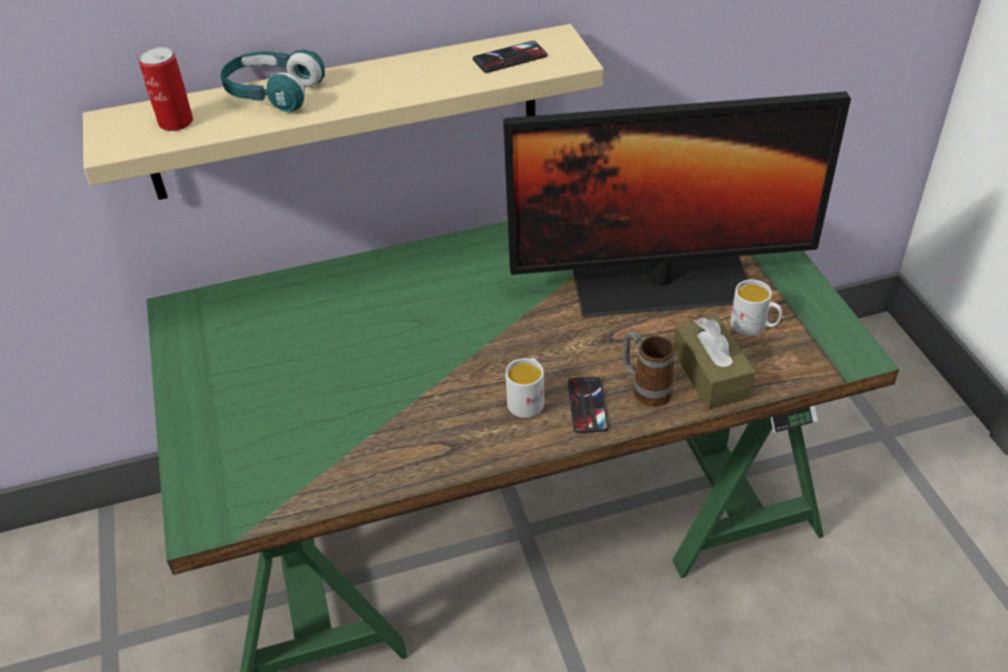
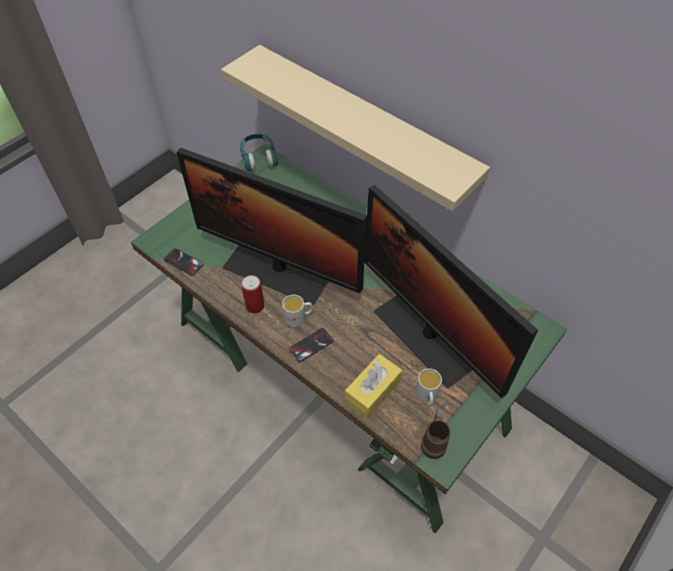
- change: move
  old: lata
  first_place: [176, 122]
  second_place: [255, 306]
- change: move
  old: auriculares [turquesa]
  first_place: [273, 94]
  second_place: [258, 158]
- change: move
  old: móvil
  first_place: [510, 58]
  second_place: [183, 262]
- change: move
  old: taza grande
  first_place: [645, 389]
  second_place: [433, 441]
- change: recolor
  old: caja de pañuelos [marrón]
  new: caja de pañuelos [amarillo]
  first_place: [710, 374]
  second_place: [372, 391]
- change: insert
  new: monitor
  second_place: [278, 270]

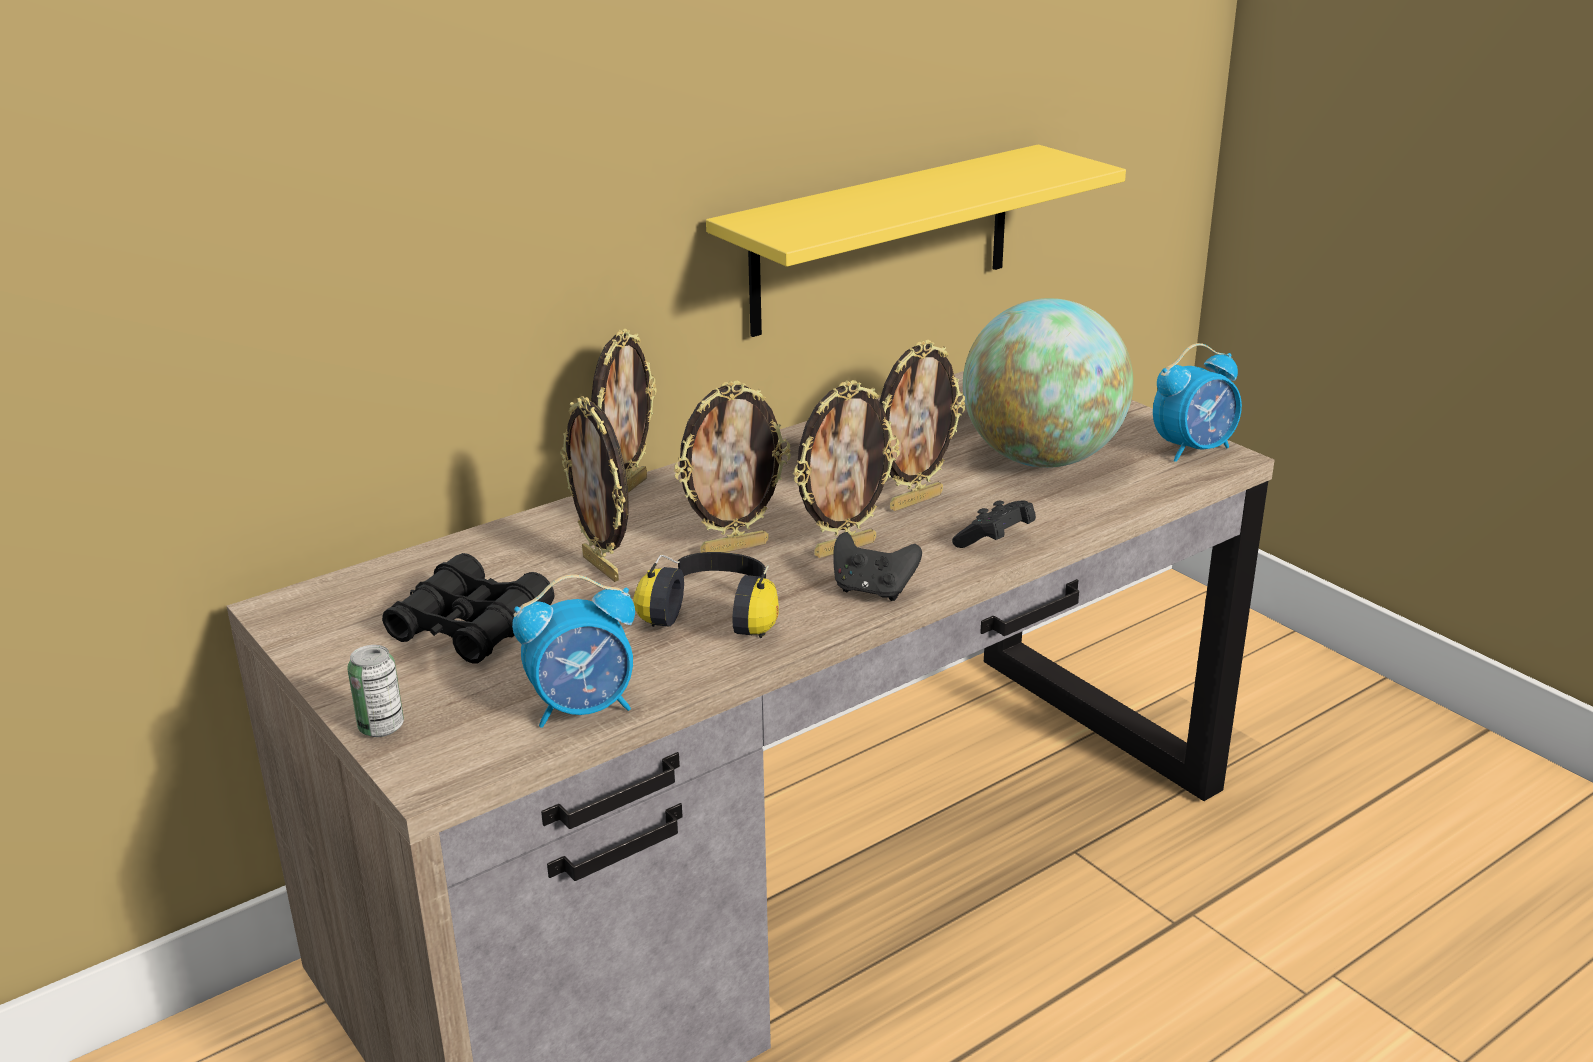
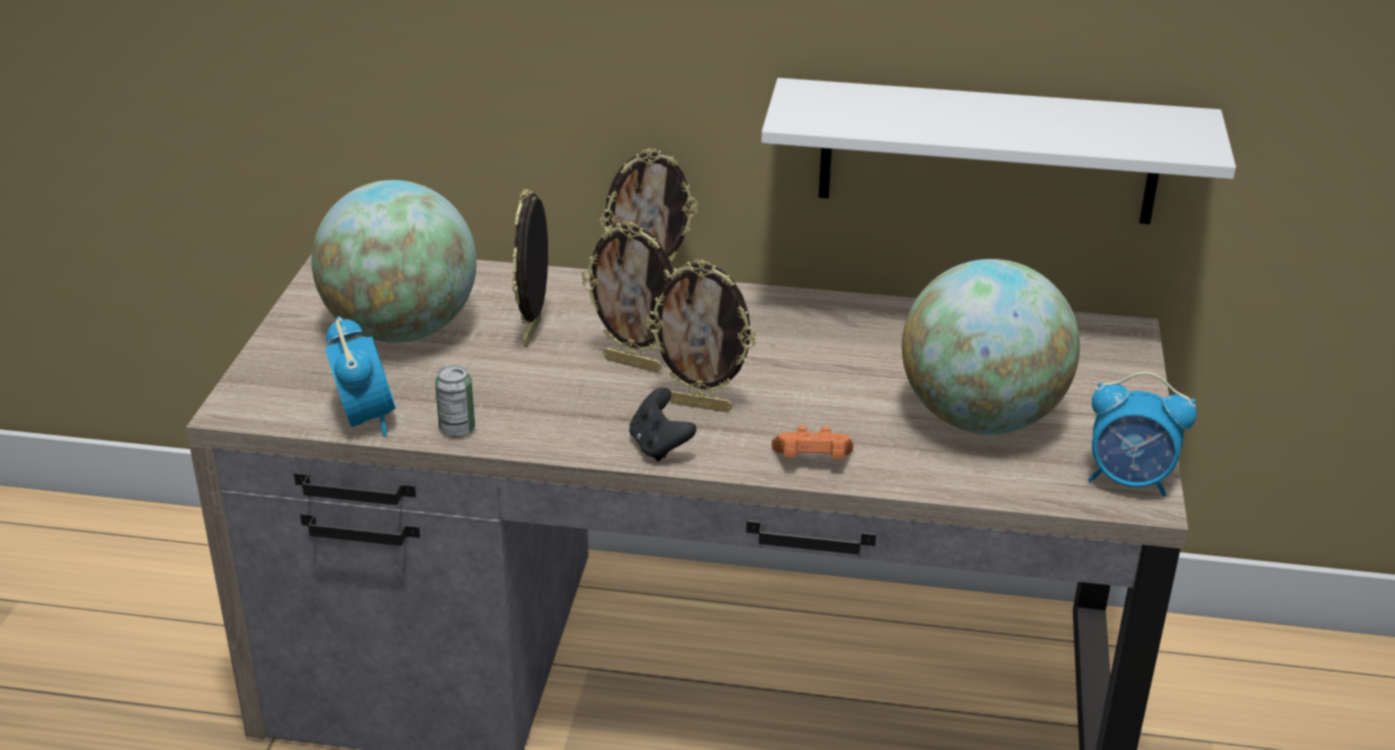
- change: move
  old: lata
  first_place: [381, 727]
  second_place: [457, 429]
- change: replace
  old: prismáticos [negro]
  new: globo terráqueo
  first_place: [470, 626]
  second_place: [401, 330]
- change: rotate
  old: despertador
  first_place: [584, 708]
  second_place: [365, 418]
  degrees: -135
- change: delete
  old: auriculares
  first_place: [714, 615]
- change: recolor
  old: estante [amarillo]
  new: estante [blanco]
  first_place: [882, 240]
  second_place: [988, 152]
- change: delete
  old: portarretratos
  first_place: [915, 501]
- change: recolor
  old: mando de consola [negro]
  new: mando de consola [naranja]
  first_place: [995, 541]
  second_place: [811, 461]

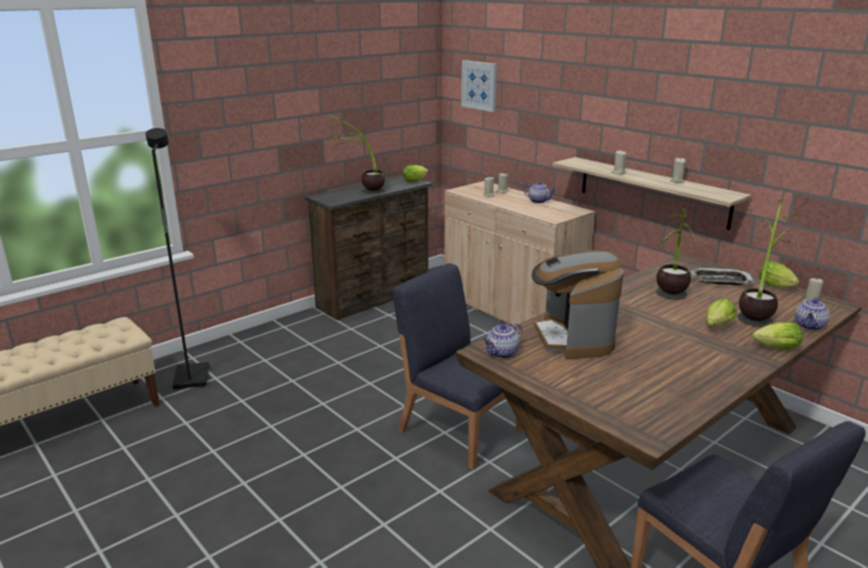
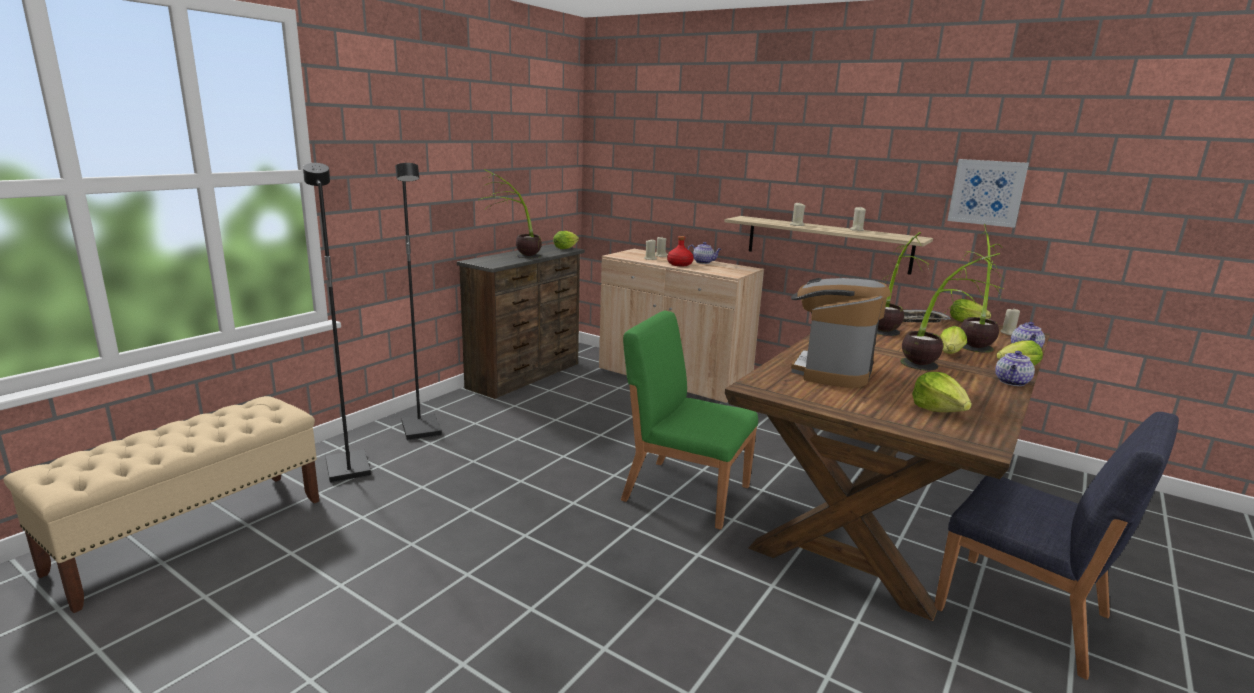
- change: recolor
  old: silla [azul]
  new: silla [verde]
  first_place: [459, 429]
  second_place: [685, 492]
- change: move
  old: cuadro
  first_place: [479, 85]
  second_place: [986, 192]
- change: move
  old: tetera
  first_place: [502, 353]
  second_place: [1012, 382]
- change: rotate
  old: cafetera
  first_place: [572, 339]
  second_place: [831, 371]
  degrees: 45
- change: insert
  new: lámpara de pie [negro]
  second_place: [422, 429]
- change: insert
  new: botella [rojo]
  second_place: [679, 264]
- change: insert
  new: planta en maceta
  second_place: [933, 371]
- change: insert
  new: lechuga
  second_place: [938, 409]

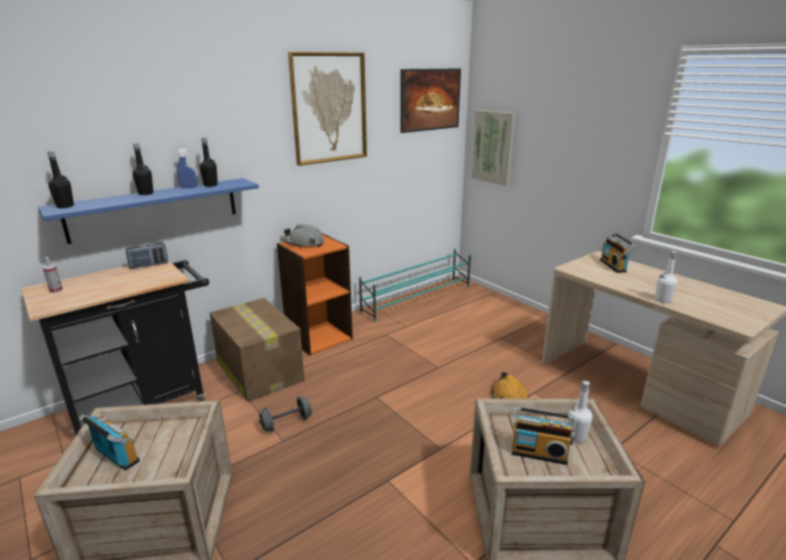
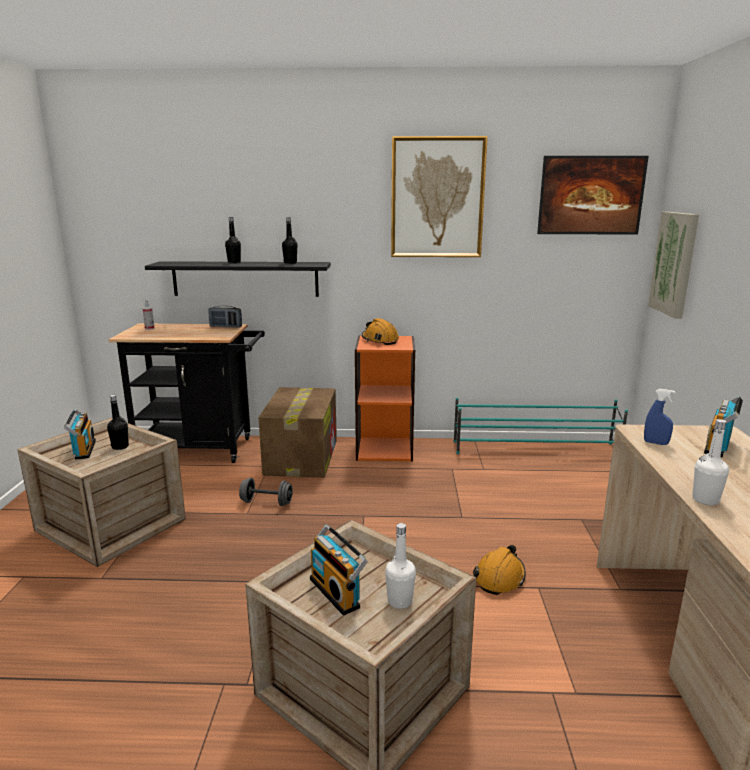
- change: recolor
  old: estante [azul]
  new: estante [negro]
  first_place: [155, 209]
  second_place: [245, 279]
- change: move
  old: botella [negro]
  first_place: [65, 206]
  second_place: [120, 447]
- change: move
  old: pulverizador [azul]
  first_place: [189, 187]
  second_place: [656, 443]
- change: recolor
  old: casco [gris]
  new: casco [naranja]
  first_place: [304, 243]
  second_place: [380, 340]

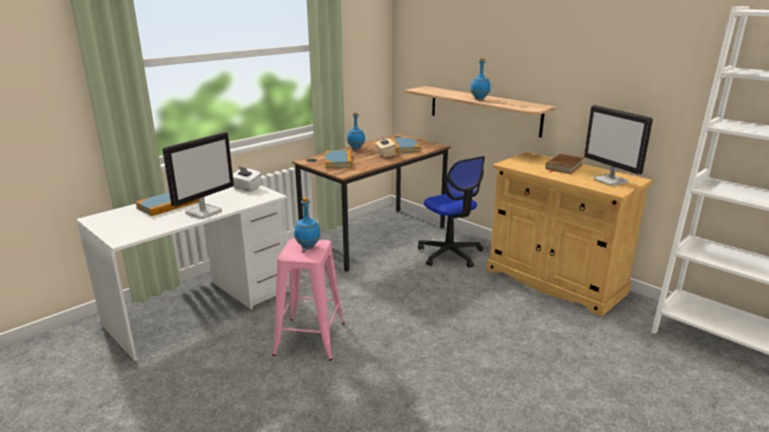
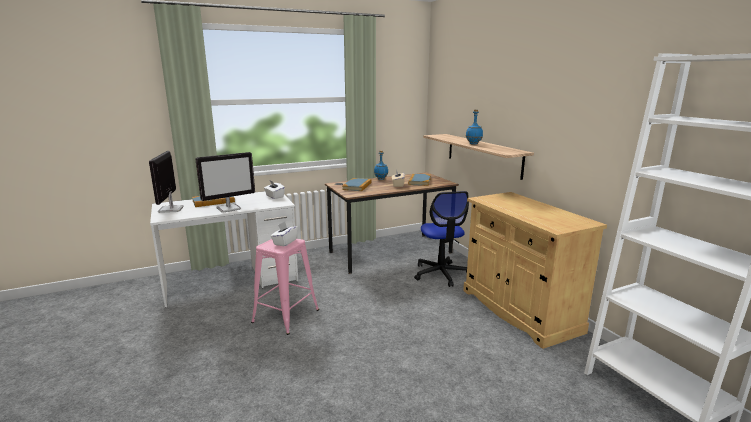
- change: replace
  old: botella [azul]
  new: caja de pañuelos [blanco]
  first_place: [308, 246]
  second_place: [285, 242]
- change: delete
  old: libro [marrón]
  first_place: [563, 166]
- change: move
  old: monitor
  first_place: [611, 181]
  second_place: [171, 209]

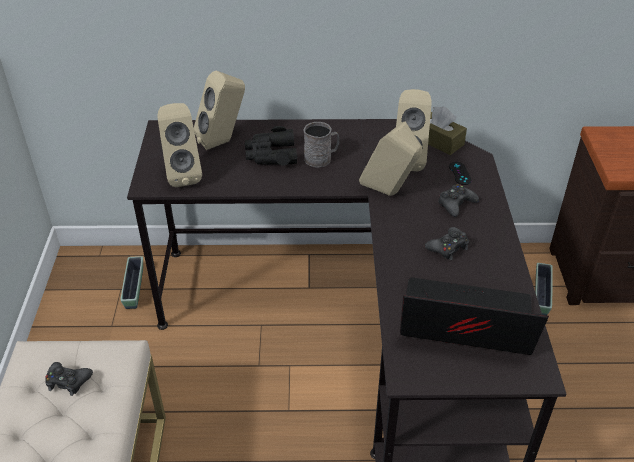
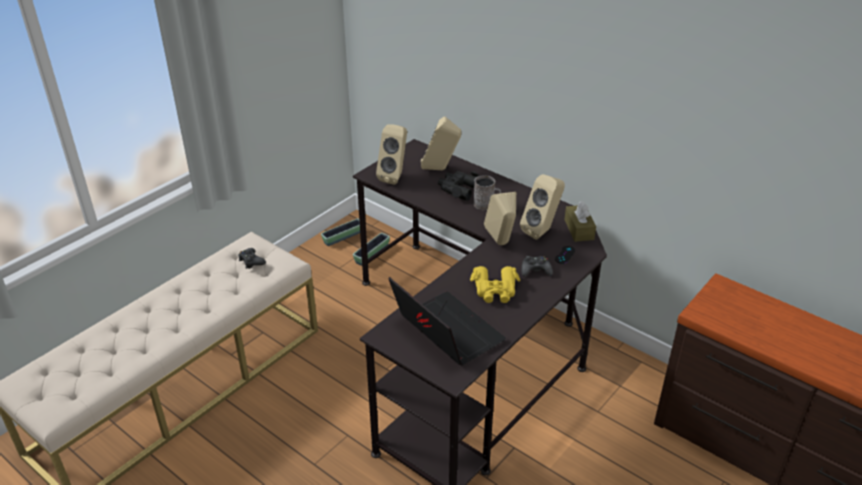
- change: replace
  old: mando de consola [negro]
  new: prismáticos [amarillo]
  first_place: [448, 247]
  second_place: [495, 290]
- change: move
  old: maceta
  first_place: [541, 295]
  second_place: [343, 237]

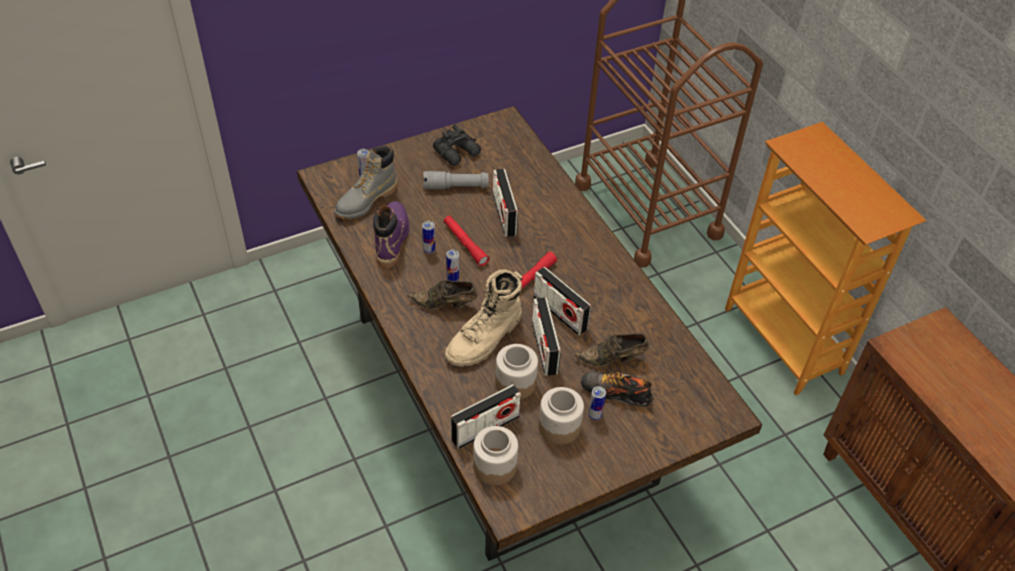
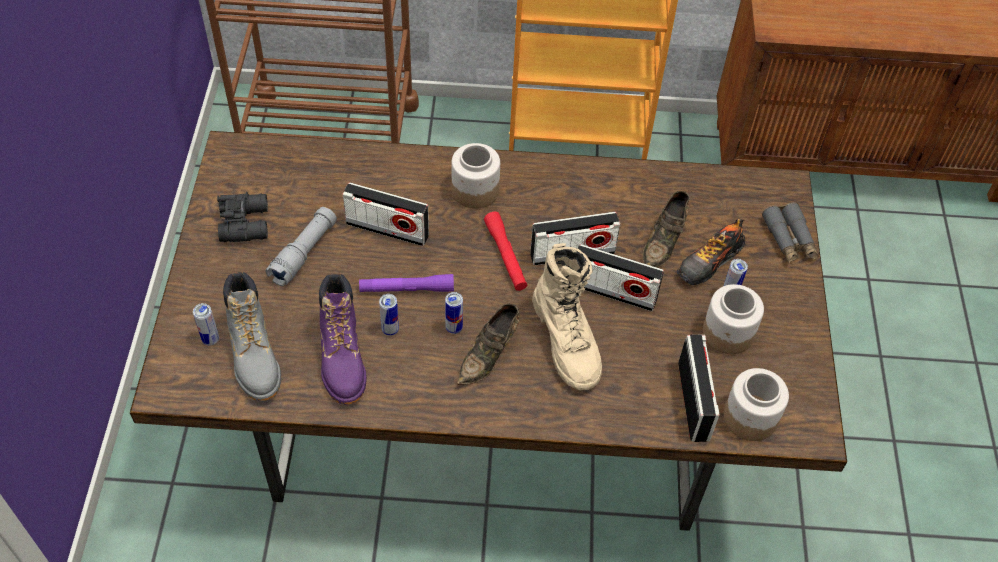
- change: rotate
  old: bota [morado]
  first_place: [391, 239]
  second_place: [343, 360]
  degrees: -135
- change: recolor
  old: linterna [rojo]
  new: linterna [morado]
  first_place: [465, 244]
  second_place: [406, 289]
- change: move
  old: tarro
  first_place: [515, 383]
  second_place: [474, 191]
- change: insert
  new: prismáticos [gris]
  second_place: [789, 239]

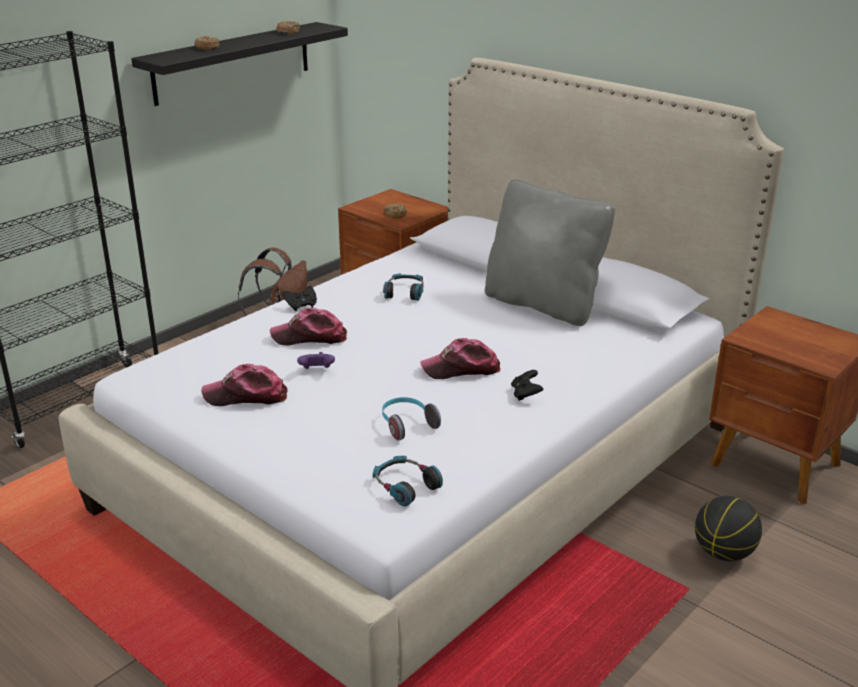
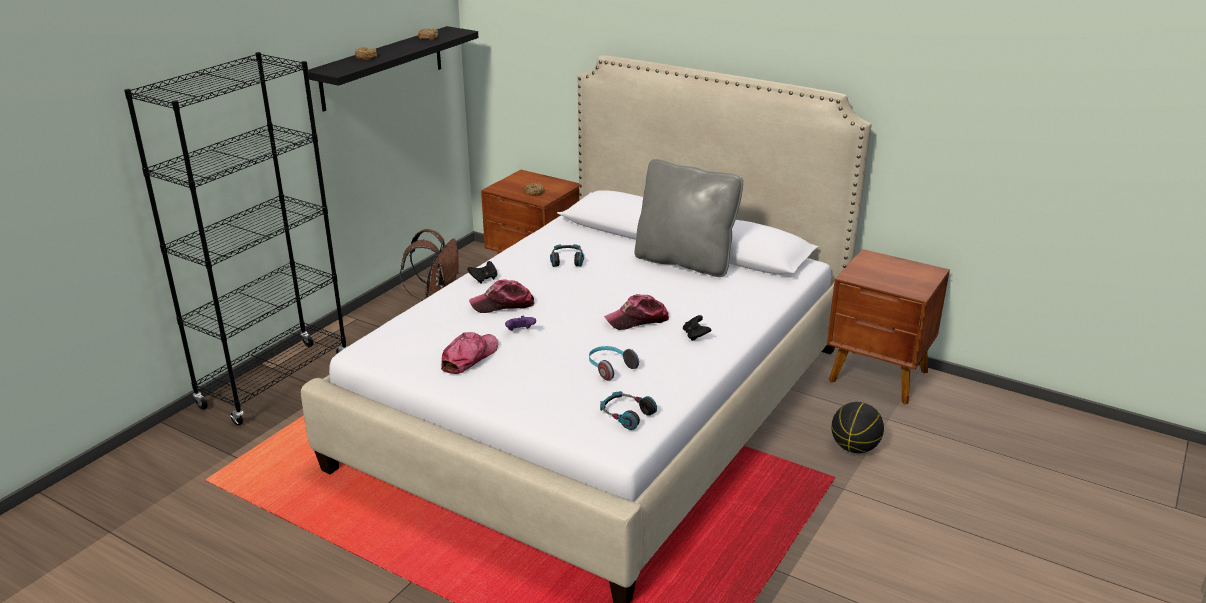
- change: rotate
  old: gorra
  first_place: [246, 396]
  second_place: [469, 357]
  degrees: 135

